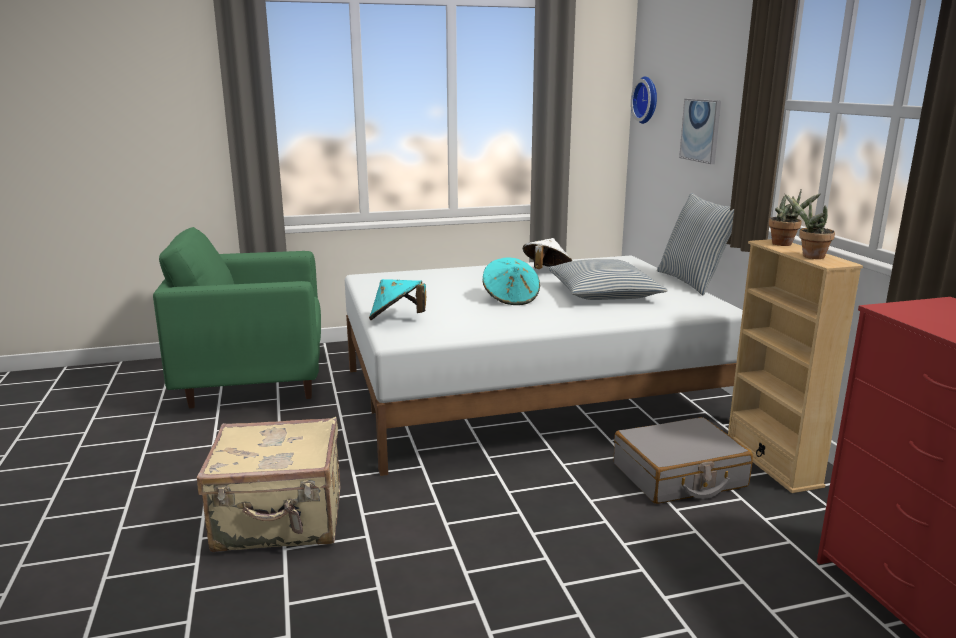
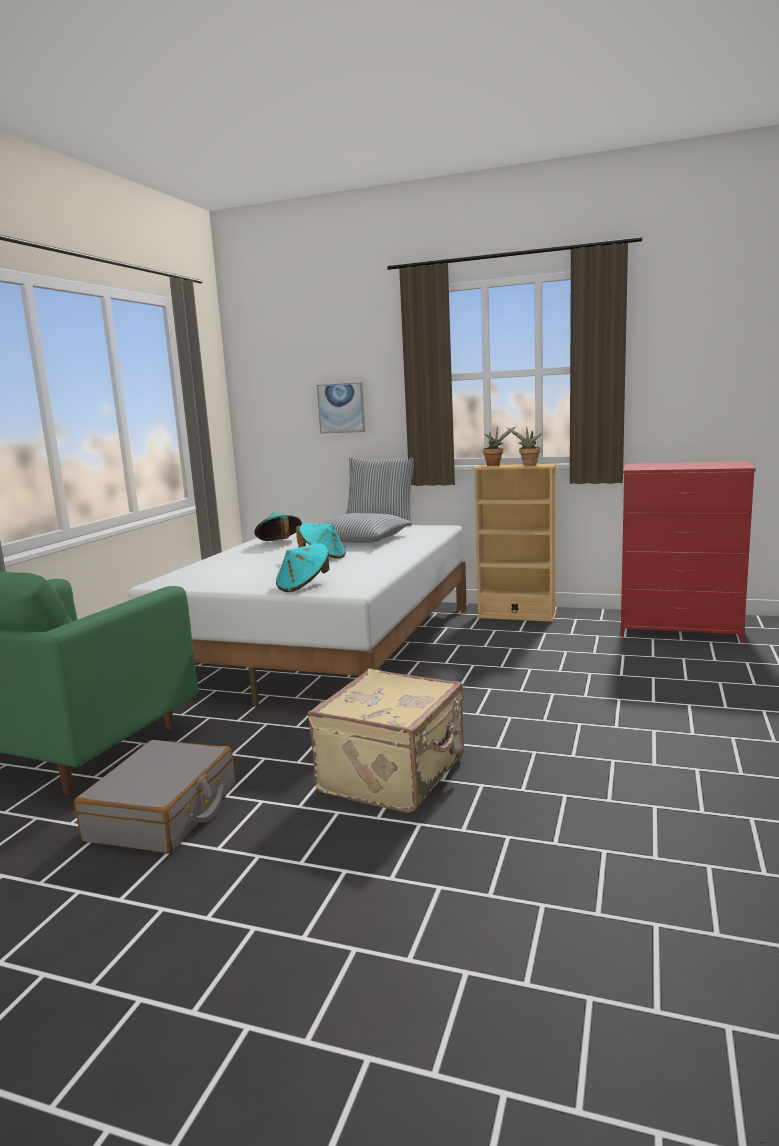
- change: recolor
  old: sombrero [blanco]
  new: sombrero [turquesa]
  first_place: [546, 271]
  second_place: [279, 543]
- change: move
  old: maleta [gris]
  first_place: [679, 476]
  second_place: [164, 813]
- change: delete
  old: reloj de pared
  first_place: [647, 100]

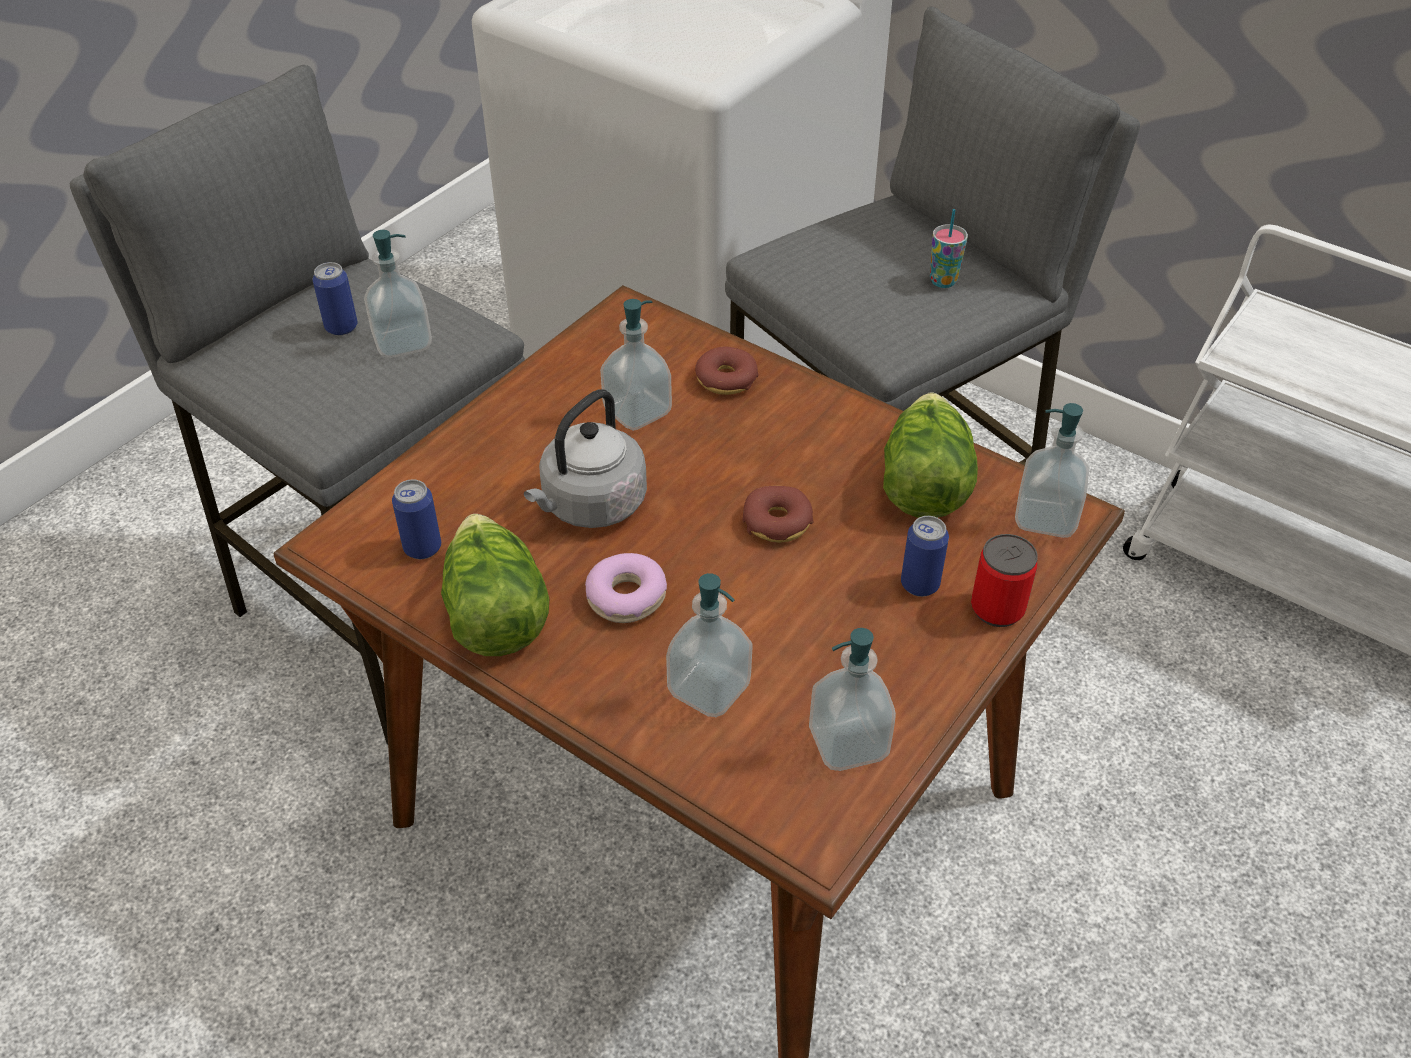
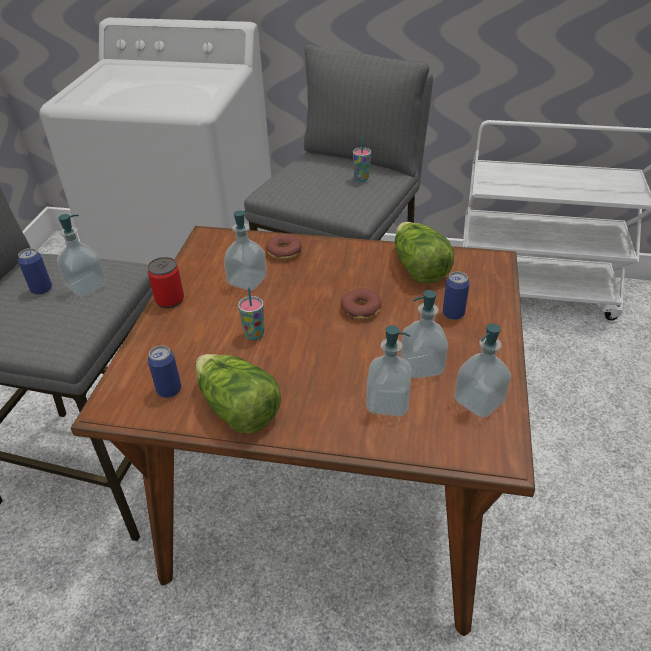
- change: replace
  old: hervidor [gris]
  new: taza
  first_place: [590, 506]
  second_place: [254, 335]
- change: delete
  old: rosquilla
  first_place: [626, 597]
- change: move
  old: lata
  first_place: [997, 608]
  second_place: [170, 300]
- change: move
  old: dispensador de jabón
  first_place: [1045, 518]
  second_place: [422, 366]

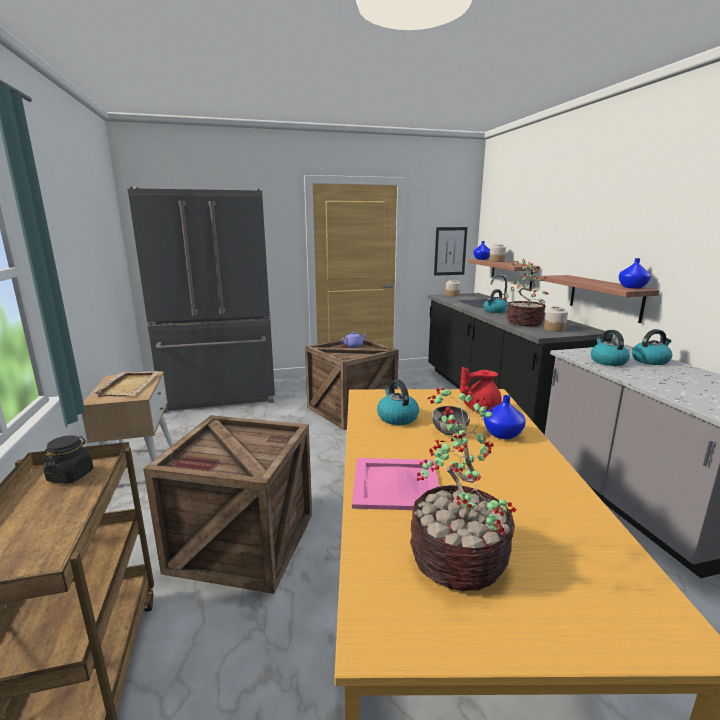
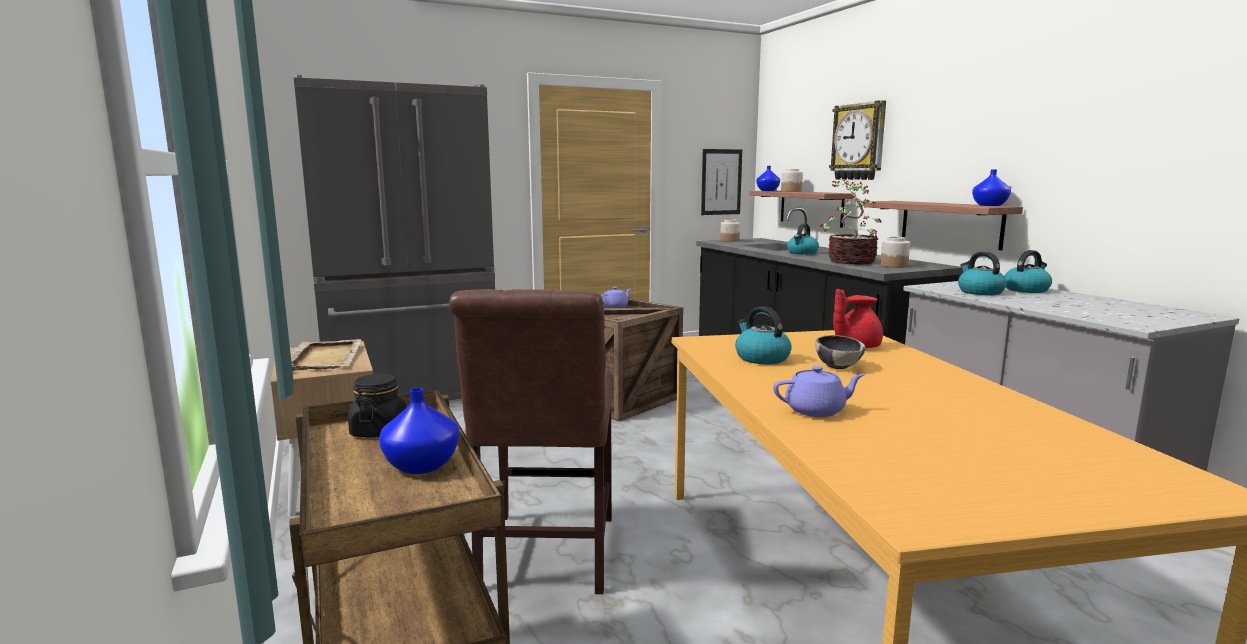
- change: replace
  old: caja de embalaje
  new: silla [marrón]
  first_place: [240, 543]
  second_place: [545, 557]
- change: replace
  old: bandeja [rosa]
  new: tetera [morado]
  first_place: [395, 483]
  second_place: [816, 410]
- change: delete
  old: planta en maceta
  first_place: [456, 555]
- change: move
  old: florero [azul]
  first_place: [501, 434]
  second_place: [420, 465]
- change: insert
  new: reloj de pared
  second_place: [859, 142]

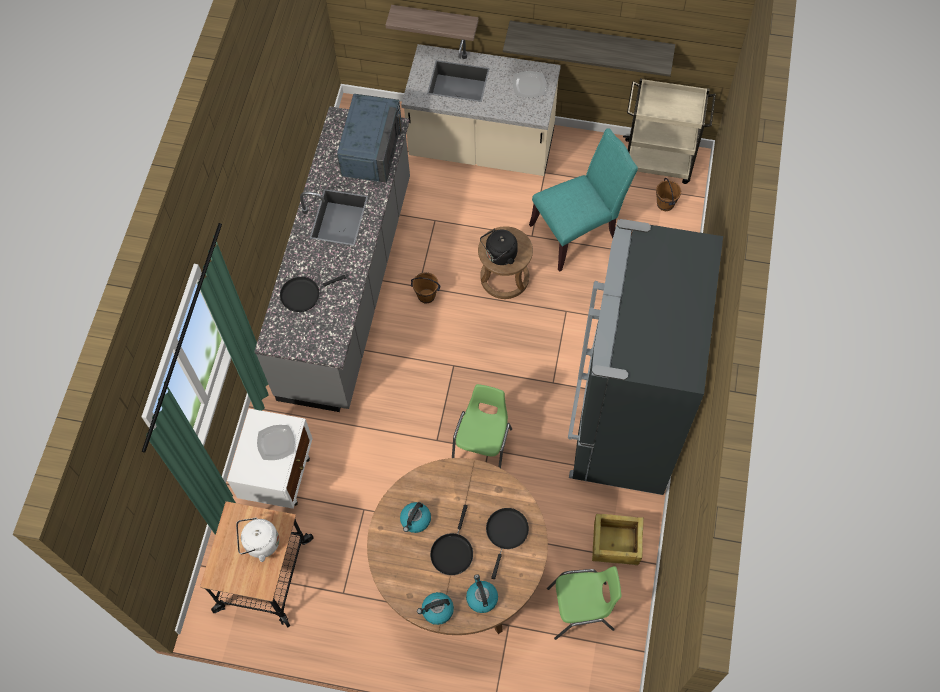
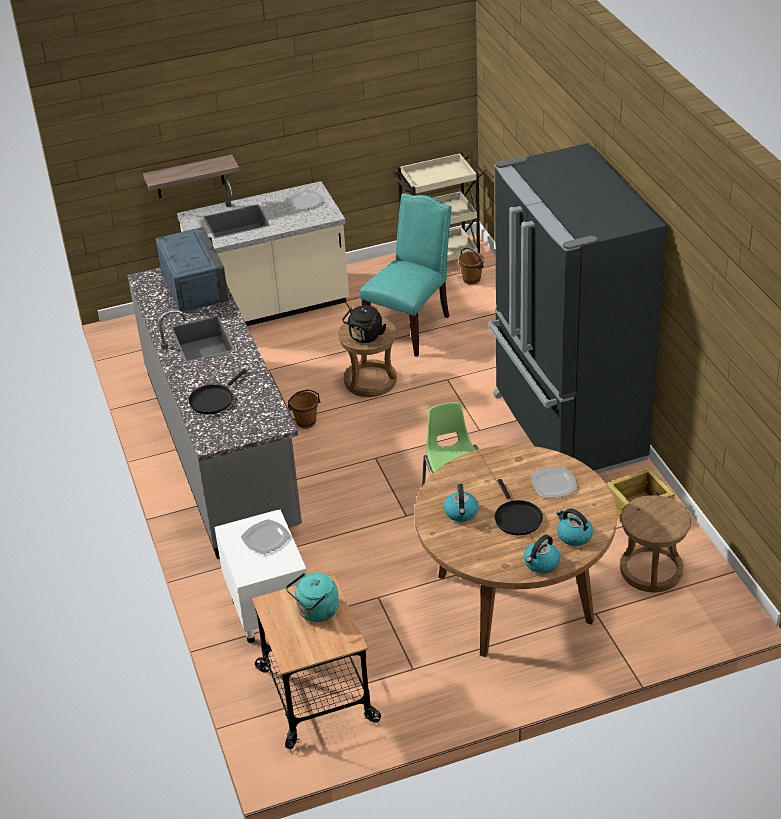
- change: recolor
  old: hervidor [blanco]
  new: hervidor [turquesa]
  first_place: [259, 543]
  second_place: [316, 612]
- change: replace
  old: sartén [negro]
  new: plato
  first_place: [506, 533]
  second_place: [554, 484]
- change: delete
  old: estante
  first_place: [590, 42]
- change: replace
  old: silla [verde]
  new: taburete [marrón]
  first_place: [581, 610]
  second_place: [651, 570]

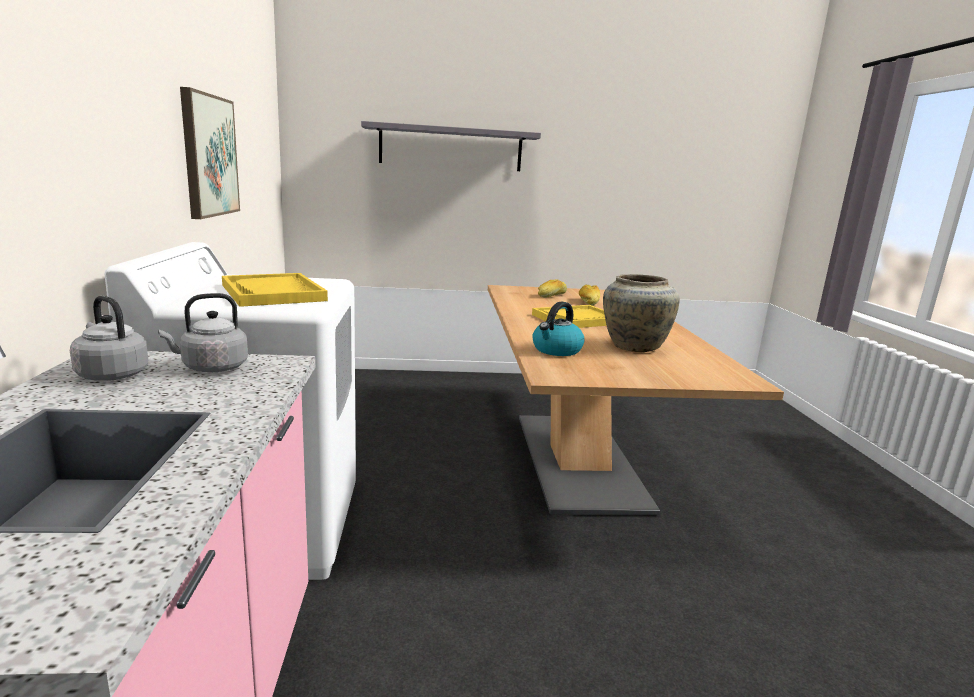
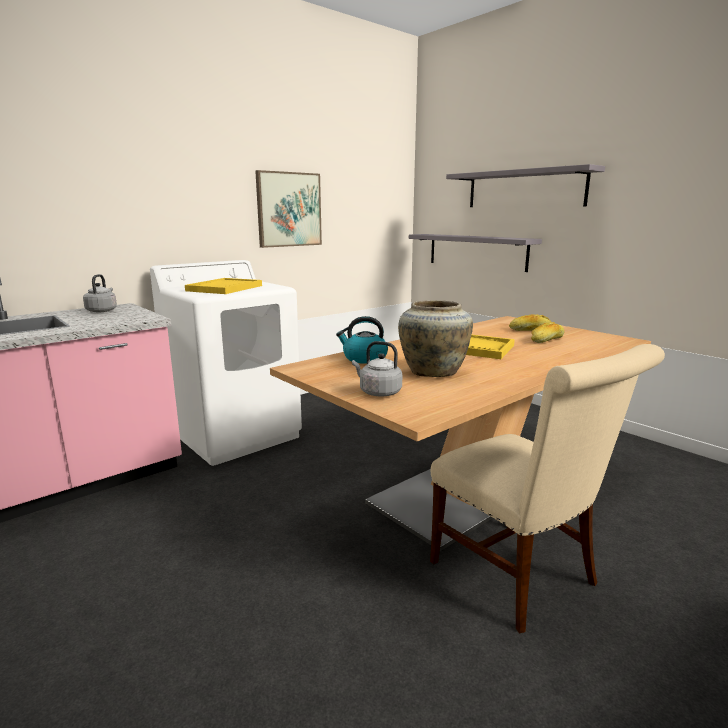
- change: move
  old: hervidor [gris]
  first_place: [211, 368]
  second_place: [378, 392]
- change: insert
  new: estante [gris]
  second_place: [476, 251]
- change: insert
  new: silla [beis]
  second_place: [520, 577]

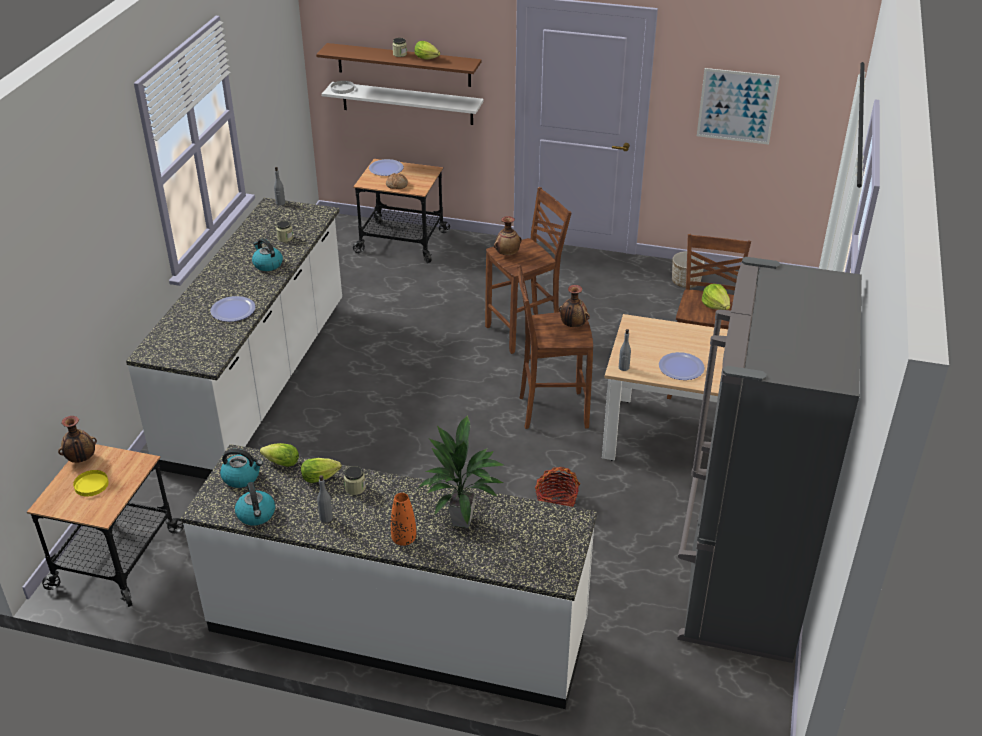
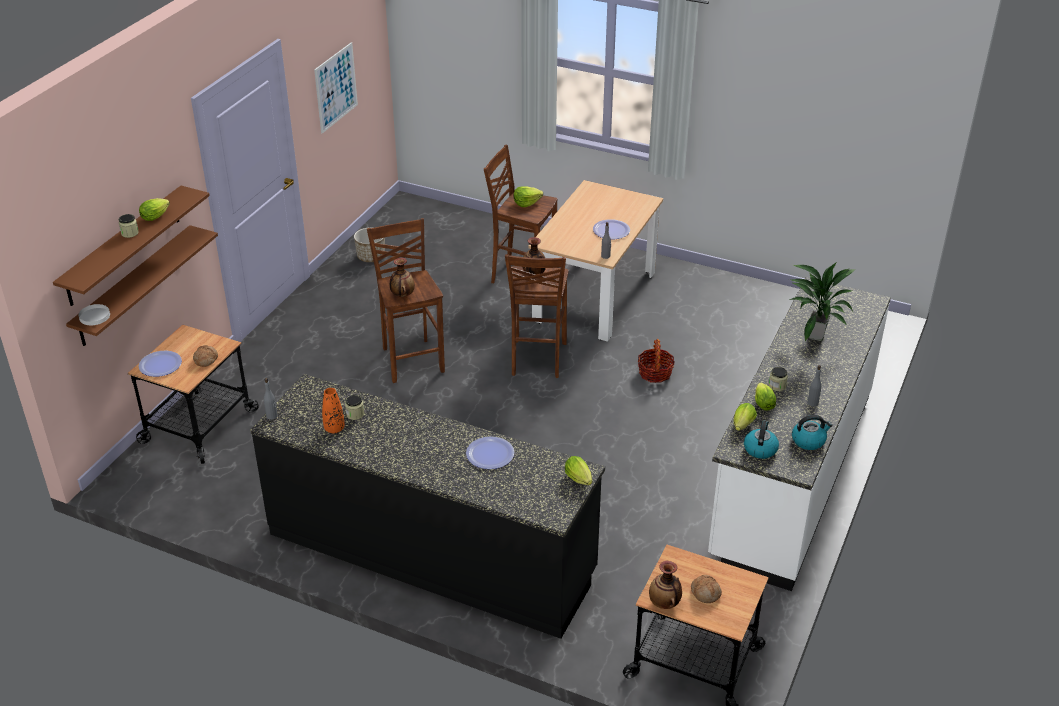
- change: replace
  old: plato [amarillo]
  new: pan
  first_place: [91, 485]
  second_place: [706, 592]
- change: recolor
  old: mueble bajo de cocina [blanco]
  new: mueble bajo de cocina [negro]
  first_place: [258, 382]
  second_place: [431, 553]
- change: delete
  old: hervidor
  first_place: [267, 264]
- change: recolor
  old: estante [blanco]
  new: estante [marrón]
  first_place: [407, 103]
  second_place: [134, 286]
- change: move
  old: florero [naranja]
  first_place: [404, 539]
  second_place: [334, 428]
- change: delete
  old: nevera [gris]
  first_place: [738, 585]
- change: insert
  new: lechuga
  second_place: [580, 480]

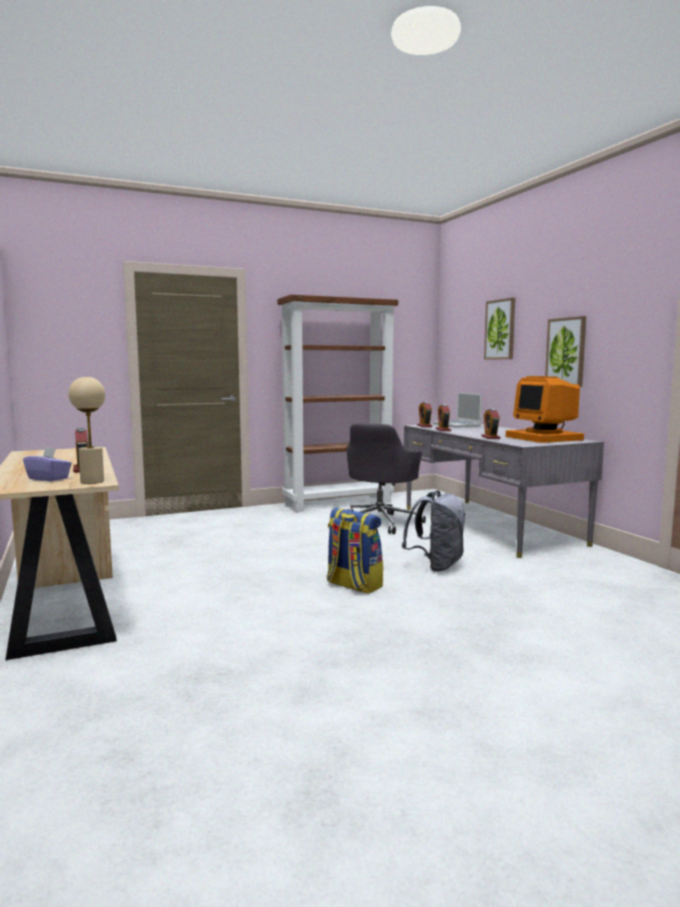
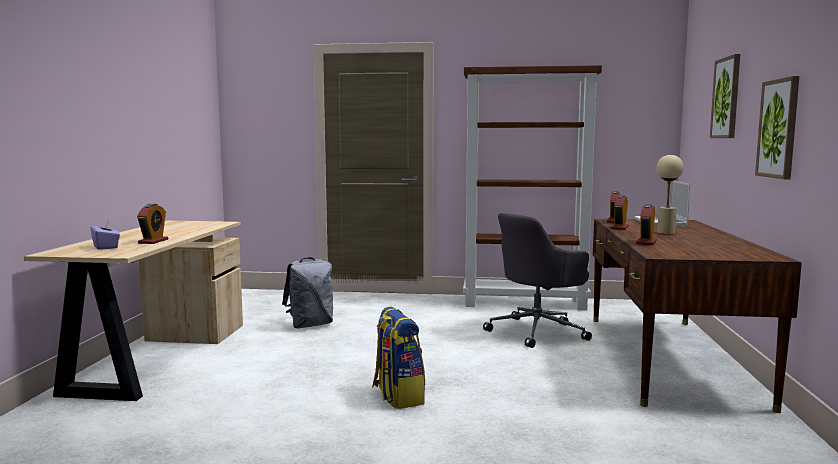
- change: move
  old: lámpara de mesa [beis]
  first_place: [92, 481]
  second_place: [666, 233]
- change: move
  old: mochila [gris]
  first_place: [436, 566]
  second_place: [310, 325]
- change: recolor
  old: escritorio [gris]
  new: escritorio [marrón]
  first_place: [488, 525]
  second_place: [668, 357]
- change: delete
  old: monitor
  first_place: [545, 438]

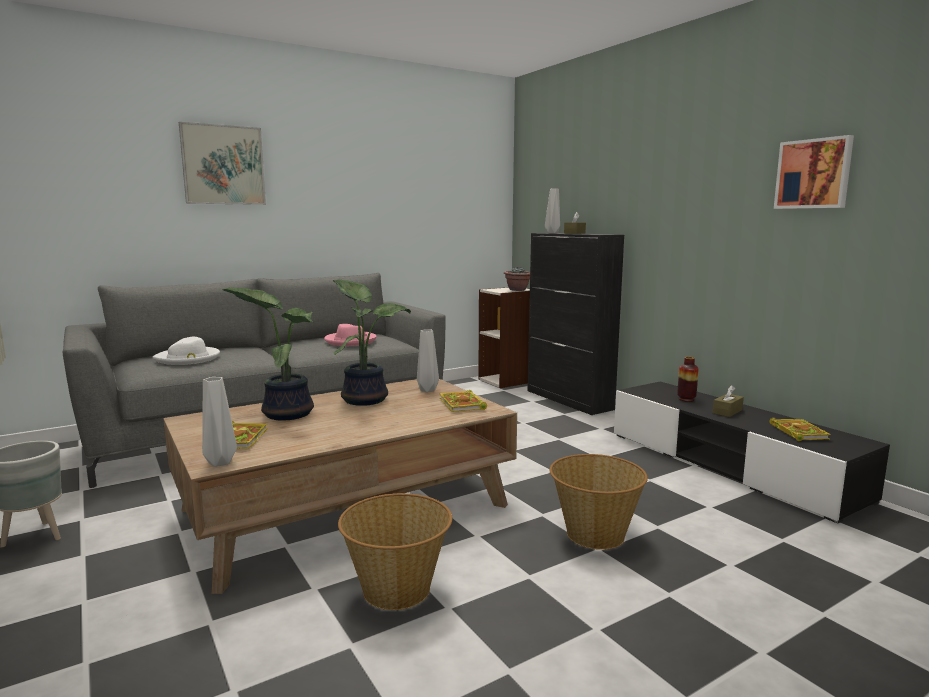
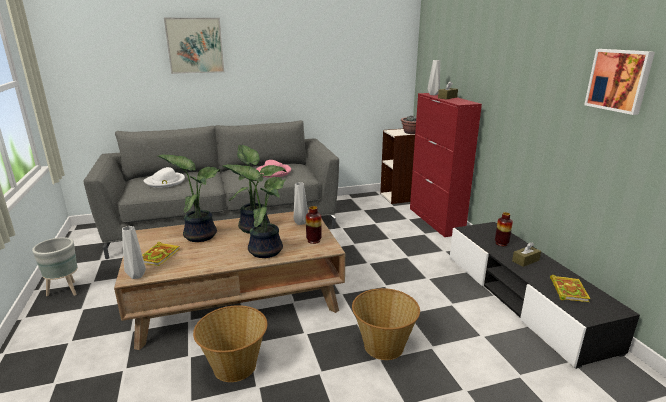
- change: replace
  old: libro
  new: florero
  first_place: [463, 405]
  second_place: [313, 240]
- change: recolor
  old: armario [negro]
  new: armario [rojo]
  first_place: [569, 400]
  second_place: [435, 220]
- change: insert
  new: planta en maceta
  second_place: [264, 250]

